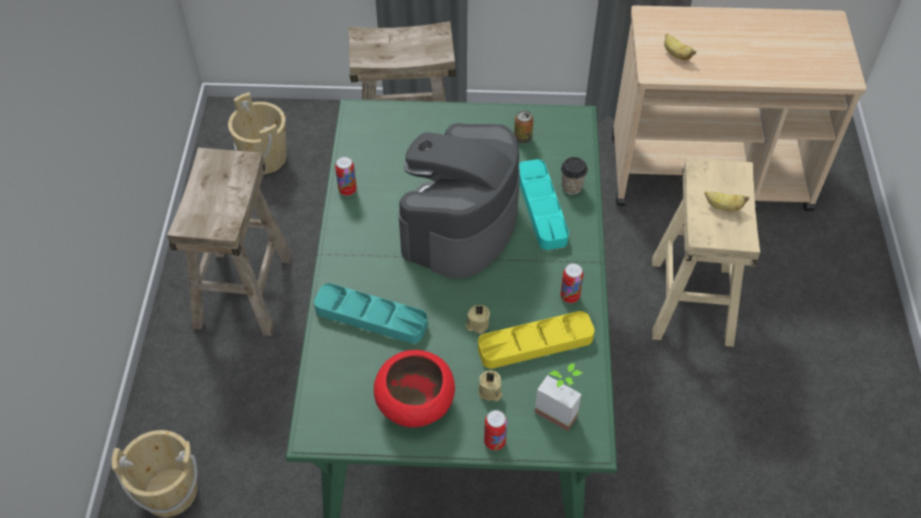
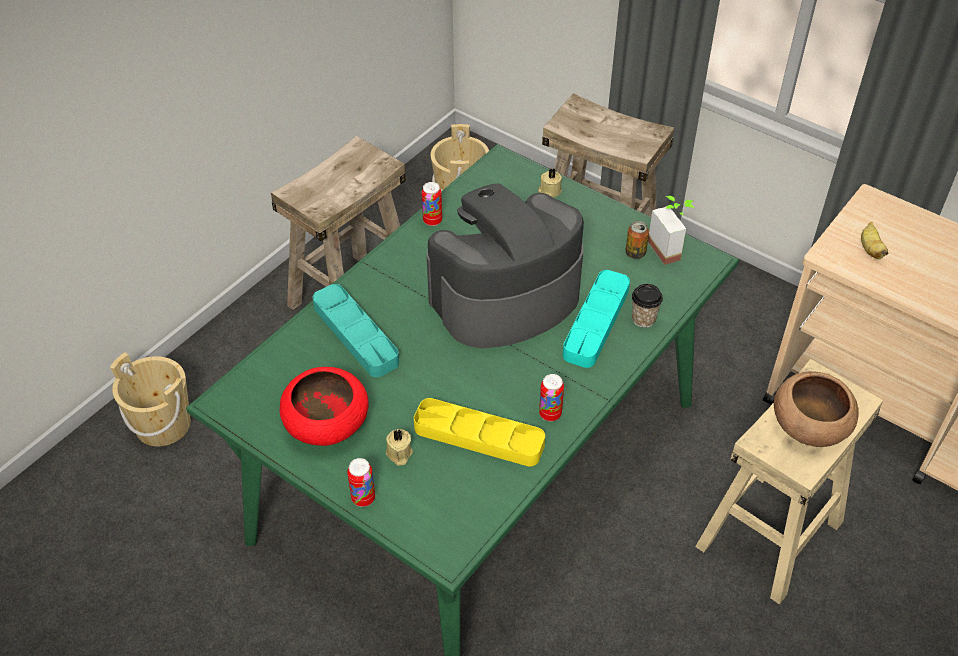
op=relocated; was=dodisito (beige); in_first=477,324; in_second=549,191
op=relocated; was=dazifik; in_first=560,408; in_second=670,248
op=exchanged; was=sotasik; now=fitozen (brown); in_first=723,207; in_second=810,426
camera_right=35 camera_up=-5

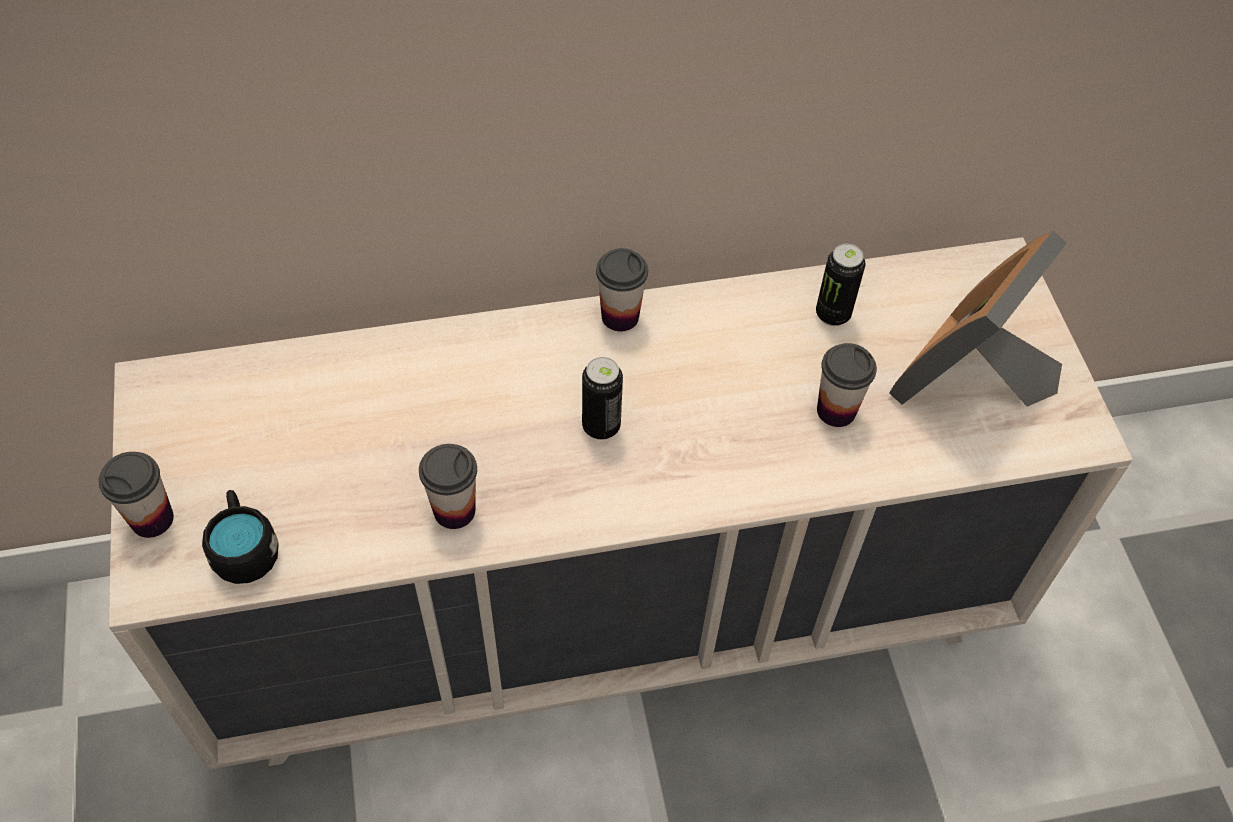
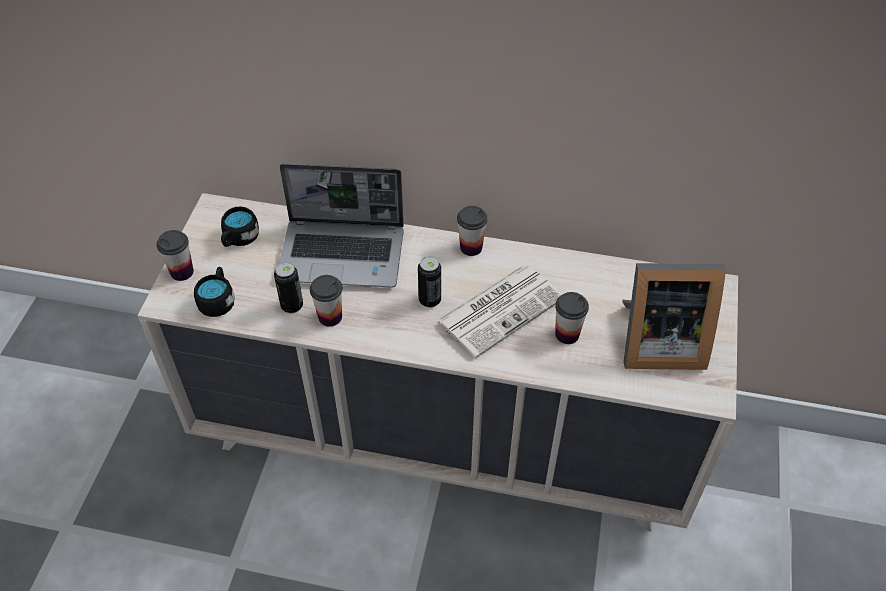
op=relocated; was=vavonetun; in_first=833,314; in_second=292,306
op=spun; was=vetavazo; in_first=969,380; in_second=657,343; clockwise=-150
op=appeared; now=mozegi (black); in_second=239,239
op=appeared; now=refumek; in_second=343,254
op=appeared; now=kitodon; in_second=501,309
camera_right=25 camera_up=-5

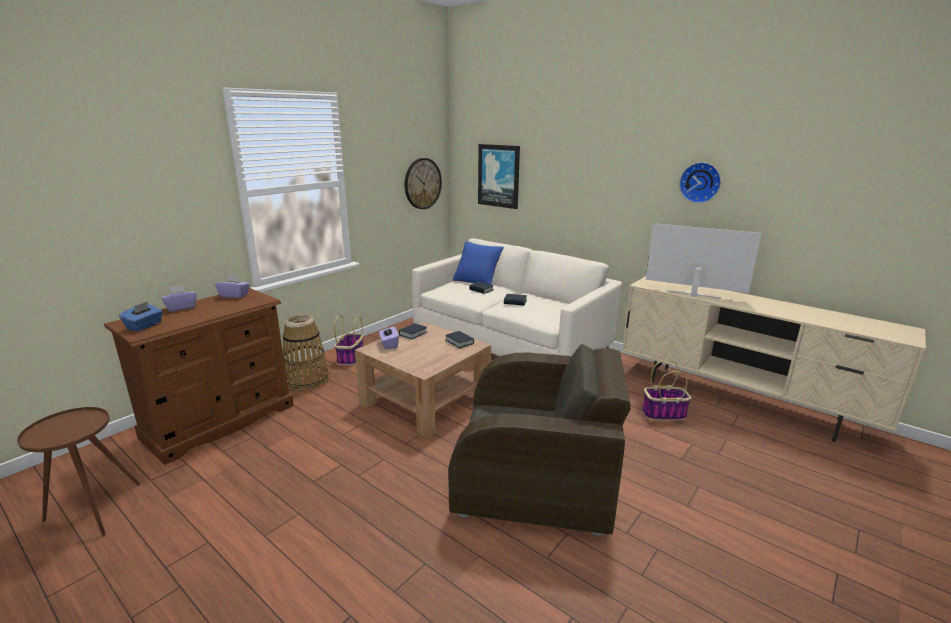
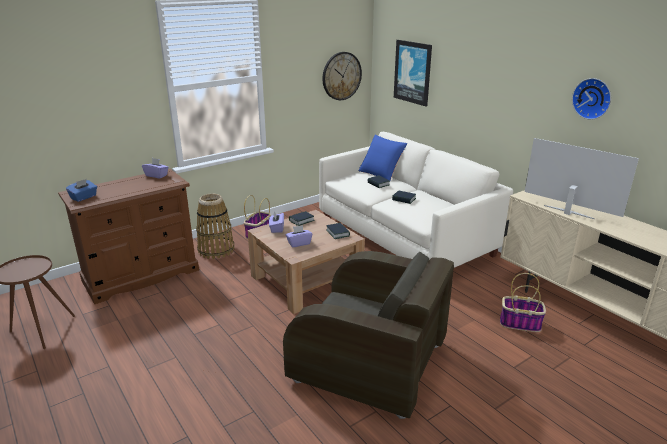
op=relocated; was=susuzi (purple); in_first=181,307; in_second=299,243
camera_right=15 camera_up=5

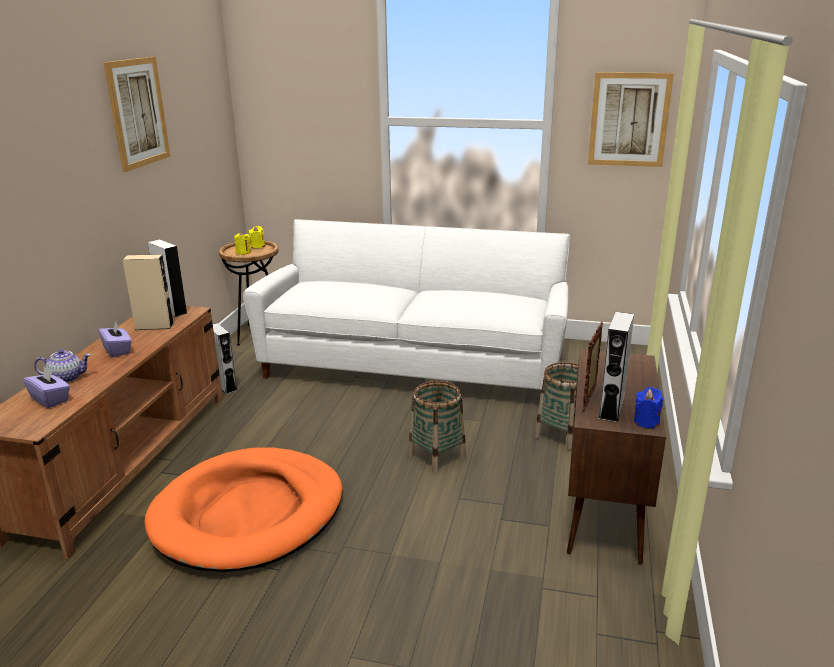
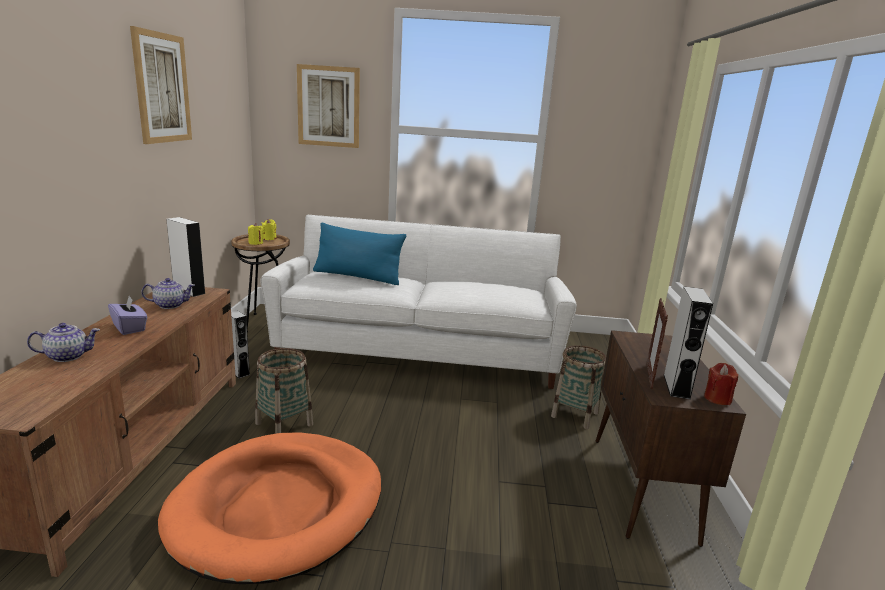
op=missing; was=susuzi (purple); in_first=50,399
op=exchanged; was=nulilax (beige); now=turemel; in_first=154,326; in_second=170,305
op=relocated; was=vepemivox; in_first=437,456; in_second=284,424
op=relocated; was=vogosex; in_first=629,120; in_second=328,106
op=colour; was=dodisito (blue); now=dodisito (red); in_first=646,422; in_second=717,399
op=appeared; now=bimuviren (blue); in_second=357,276
camera_right=-10 camera_up=-5

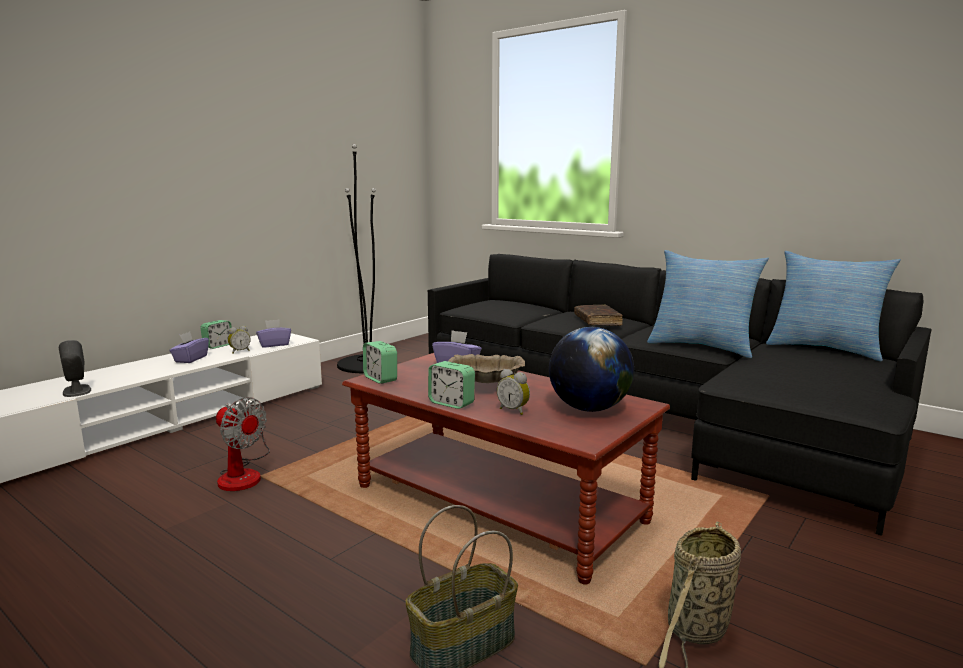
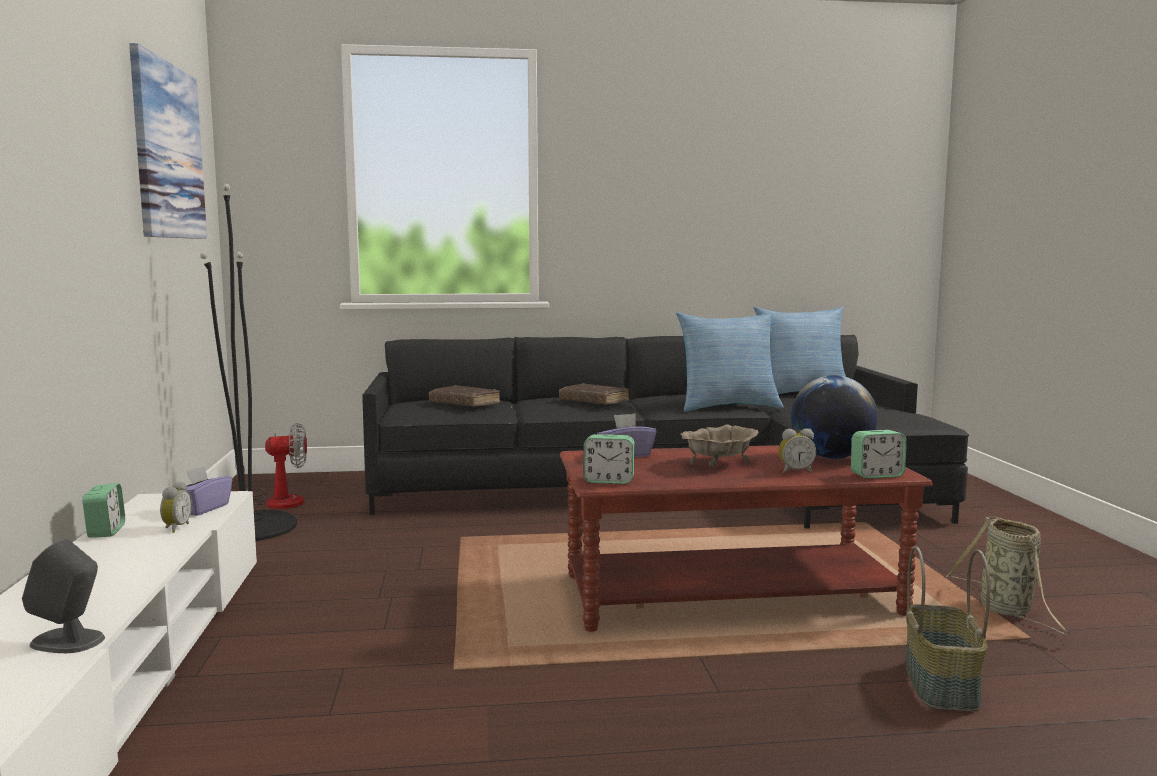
op=missing; was=susuzi (purple); in_first=190,359
op=relocated; was=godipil; in_first=243,474; in_second=277,501
op=relocated; was=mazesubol; in_first=451,403; in_second=877,475
op=appeared; now=vogosex; in_second=168,151
op=appeared; now=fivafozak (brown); in_second=464,404
camera_right=-45 camera_up=-5

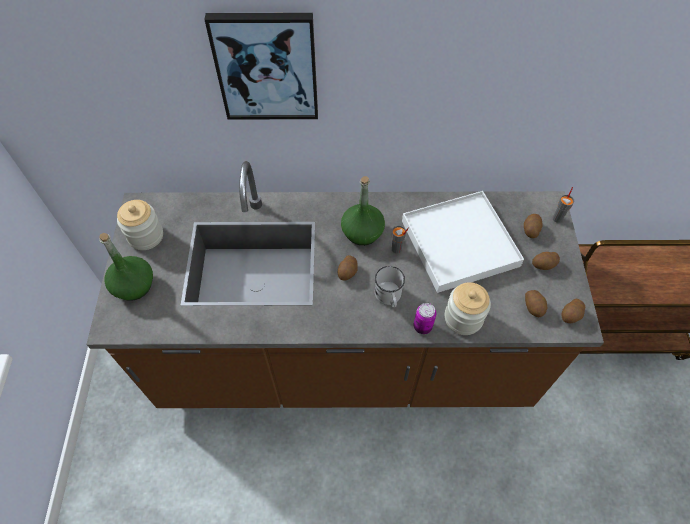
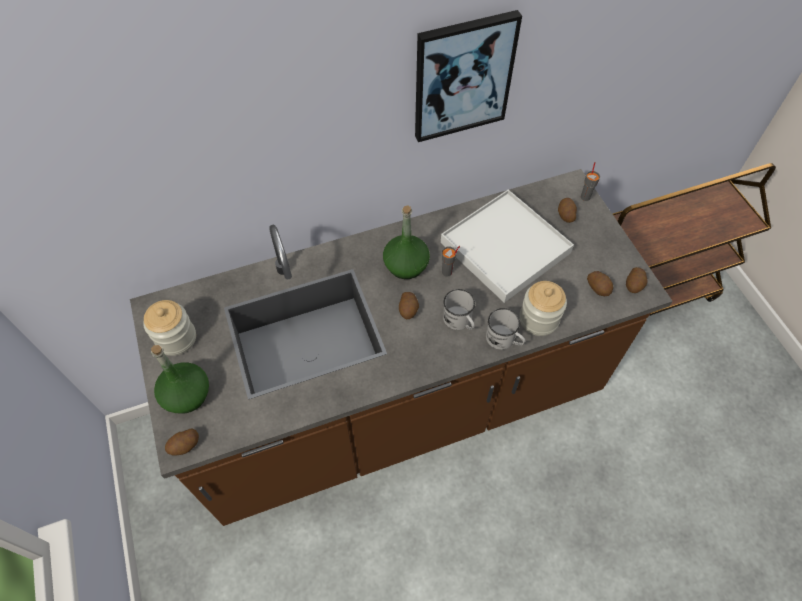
op=relocated; was=vogosex; in_first=266,67; in_second=462,77
op=exchanged; was=vavonetun; now=mozegi (white); in_first=422,326; in_second=504,340
op=relocated; was=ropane; in_first=544,265; in_second=185,446
camera_right=-20 camera_up=0

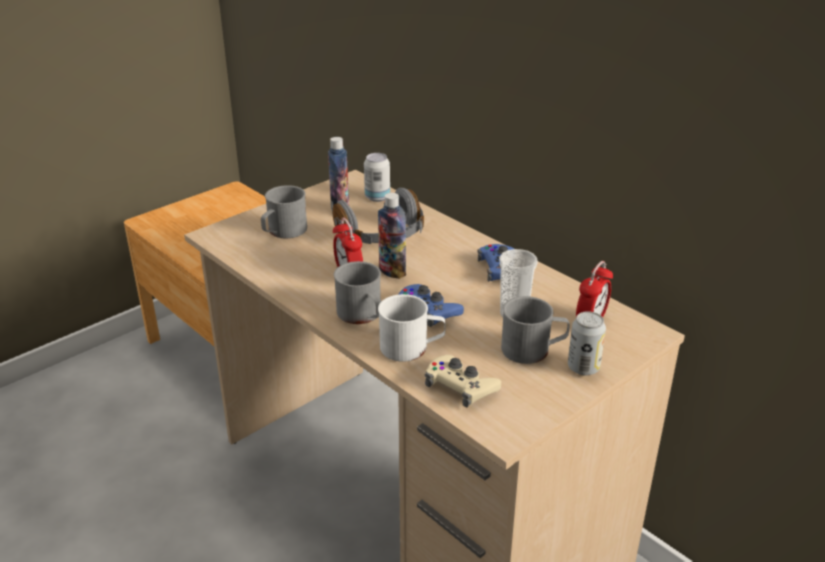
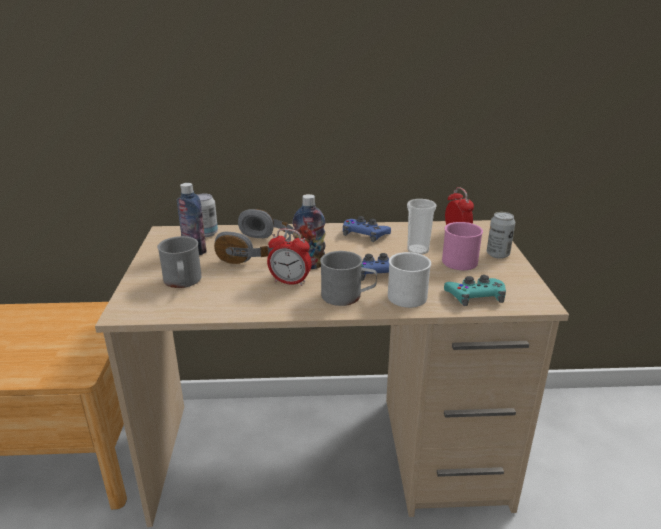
op=colour; was=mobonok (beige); now=mobonok (turquoise); in_first=460,386; in_second=475,296
op=colour; was=mozegi (grey); now=mozegi (pink); in_first=533,349; in_second=462,260
camera_right=-50 camera_up=-5

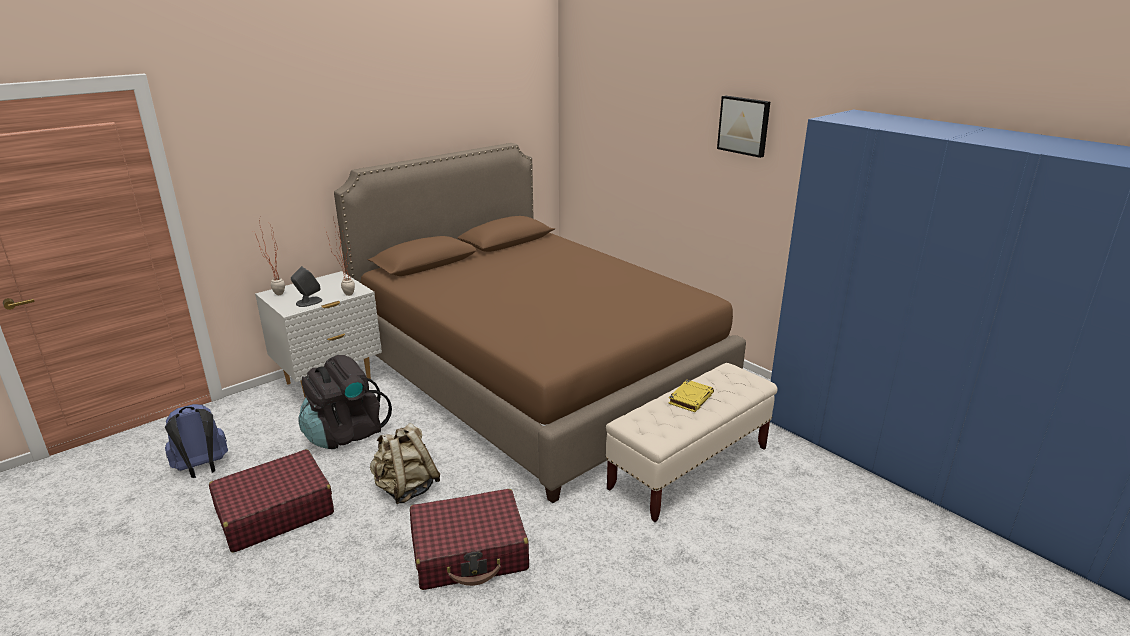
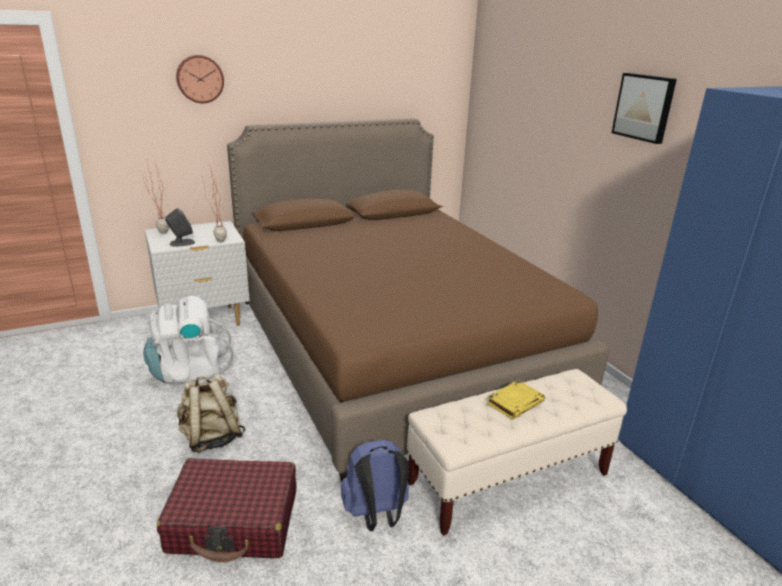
op=relocated; was=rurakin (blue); in_first=202,469; in_second=376,516
op=missing; was=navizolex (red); in_first=274,512
op=colour; was=rurakin (black); now=rurakin (white); in_first=345,433; in_second=190,371
op=appeared; now=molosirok; in_second=200,79
camera_right=15 camera_up=0

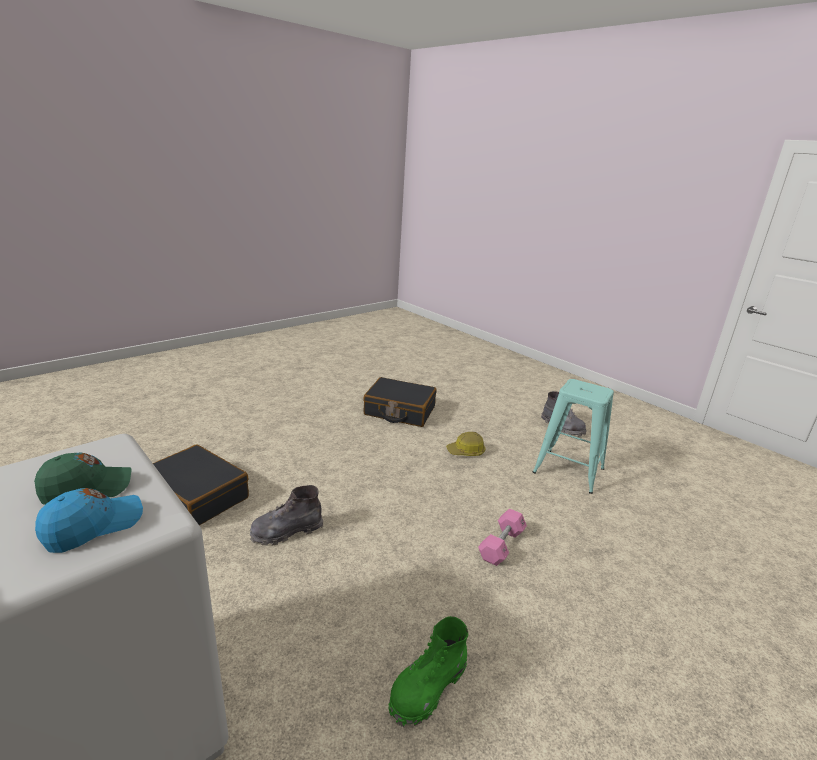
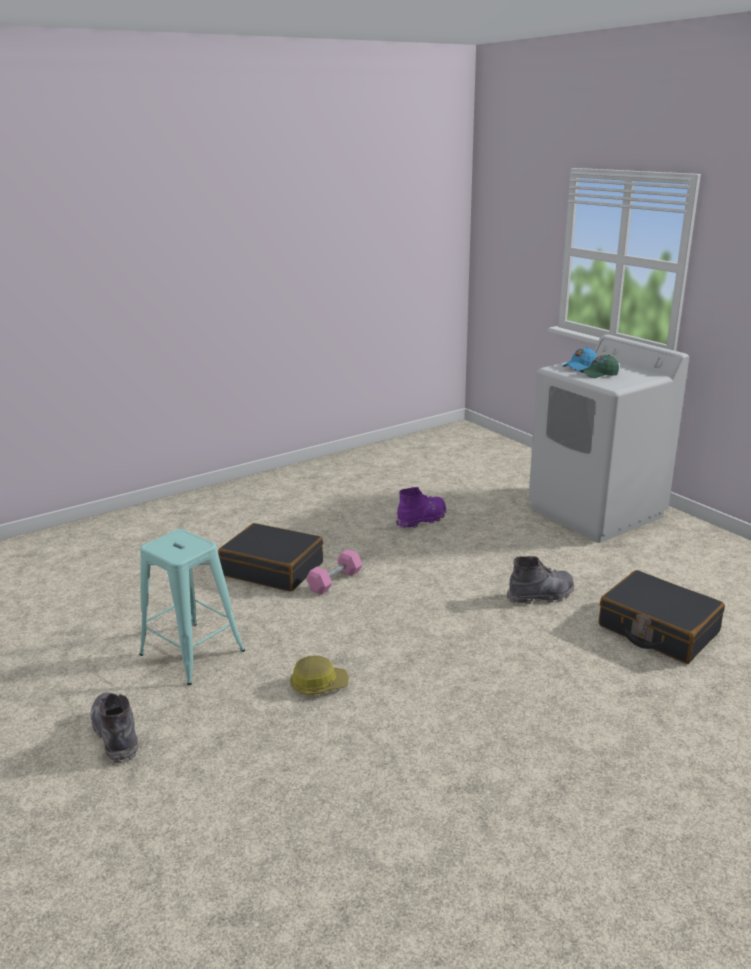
op=relocated; was=navizolex (black); in_first=399,411; in_second=273,569
op=colour; was=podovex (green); now=podovex (purple); in_first=427,688; in_second=422,520
camera_right=-170 camera_up=0

